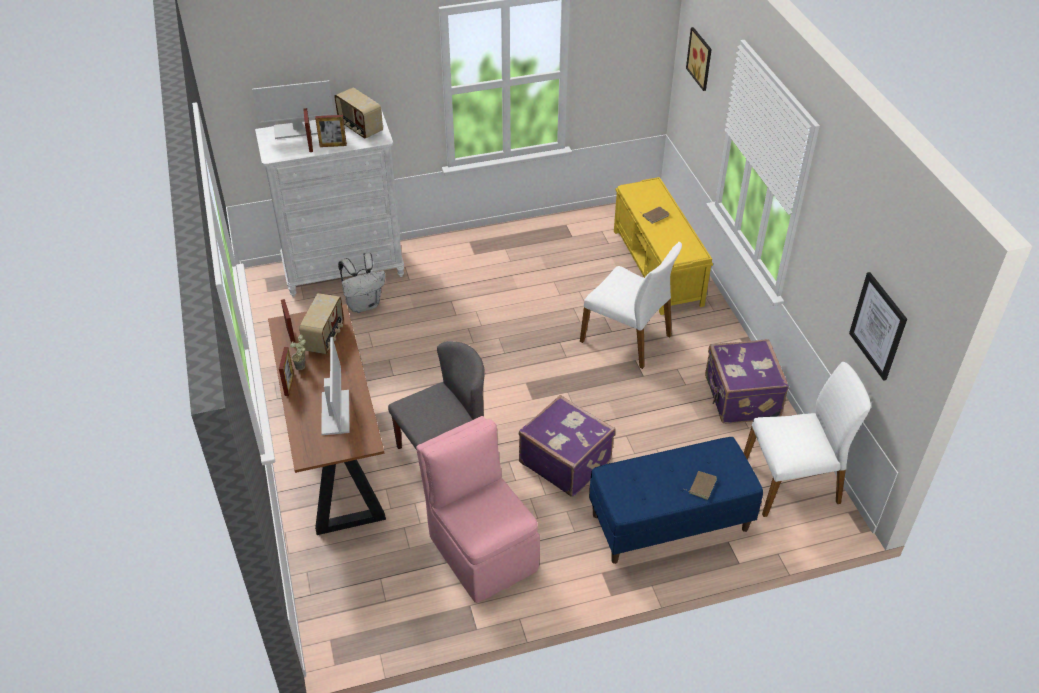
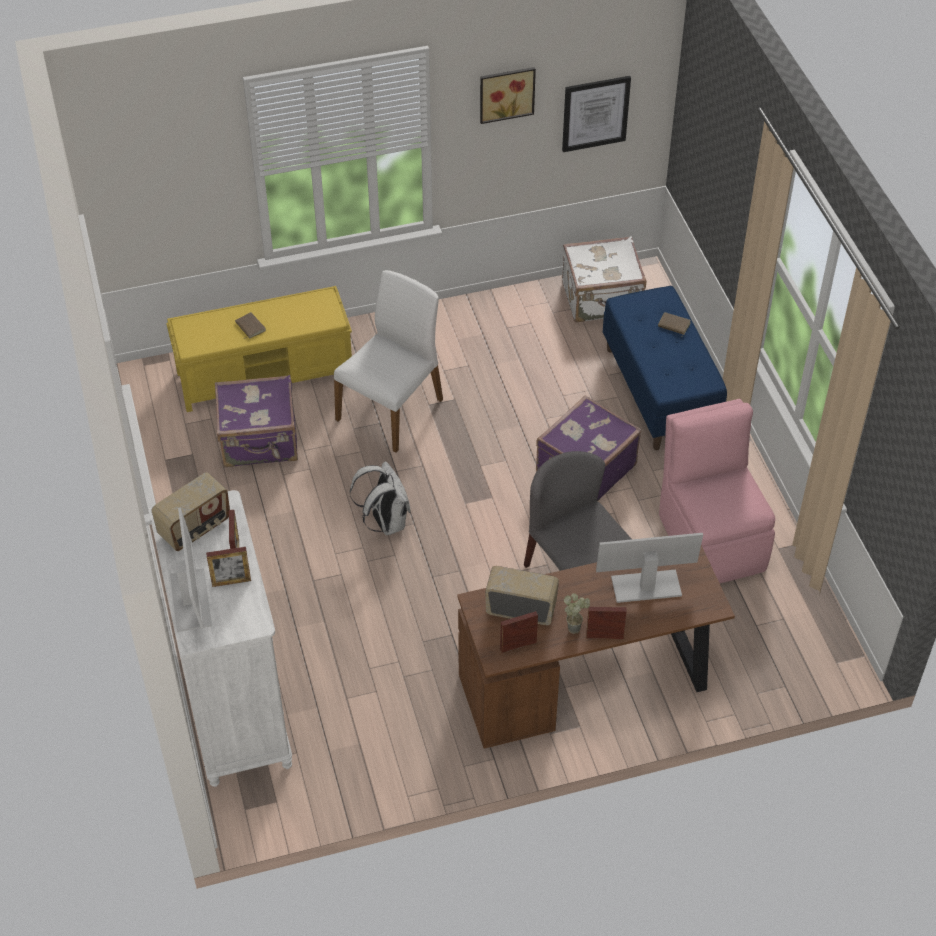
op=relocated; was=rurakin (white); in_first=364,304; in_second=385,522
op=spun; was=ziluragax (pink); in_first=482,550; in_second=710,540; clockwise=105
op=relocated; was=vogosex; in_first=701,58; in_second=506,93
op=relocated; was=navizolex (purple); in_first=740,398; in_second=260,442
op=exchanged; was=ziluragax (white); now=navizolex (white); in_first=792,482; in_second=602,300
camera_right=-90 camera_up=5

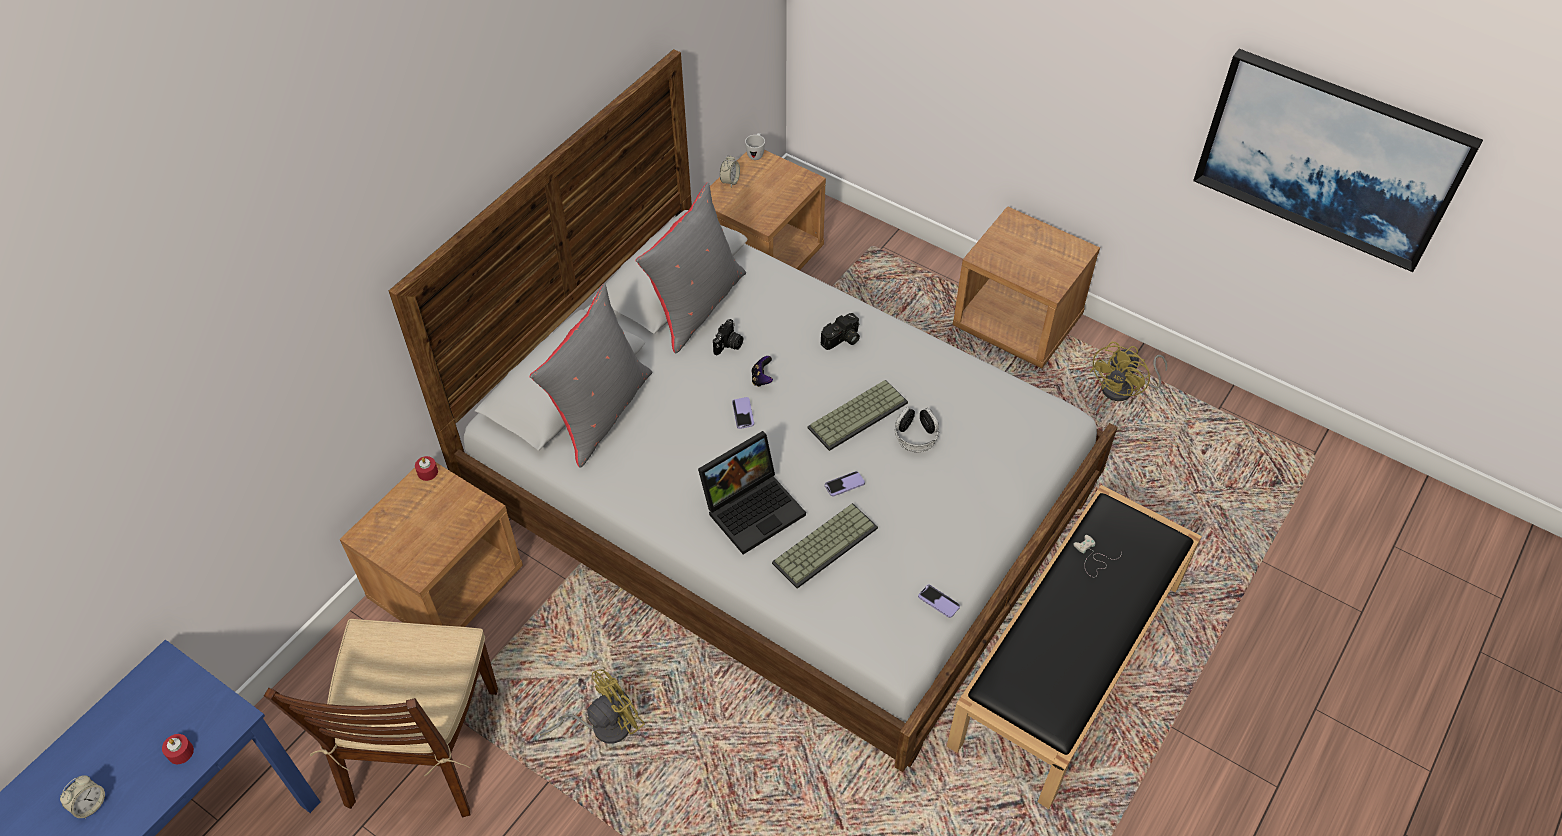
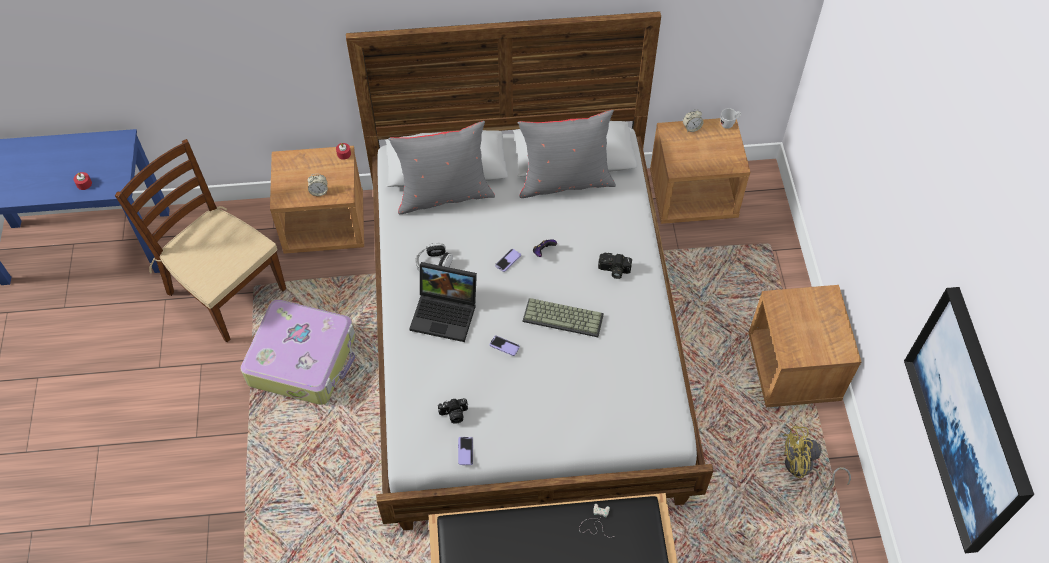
op=relocated; was=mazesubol; in_first=90,804; in_second=319,192
op=spun; was=ziluragax (brown); in_first=423,748; in_second=225,290; clockwise=75
op=exchanged; was=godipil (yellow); now=navizolex; in_first=603,725; in_second=303,359
op=relocated; was=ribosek; in_first=728,345; in_second=454,415
op=missing; was=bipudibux; in_first=824,543
op=relocated; was=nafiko; in_first=916,435; in_second=434,264
camera_right=50 camera_up=5

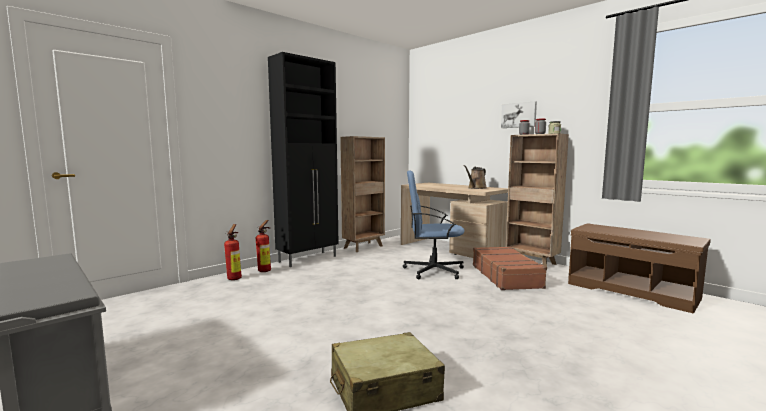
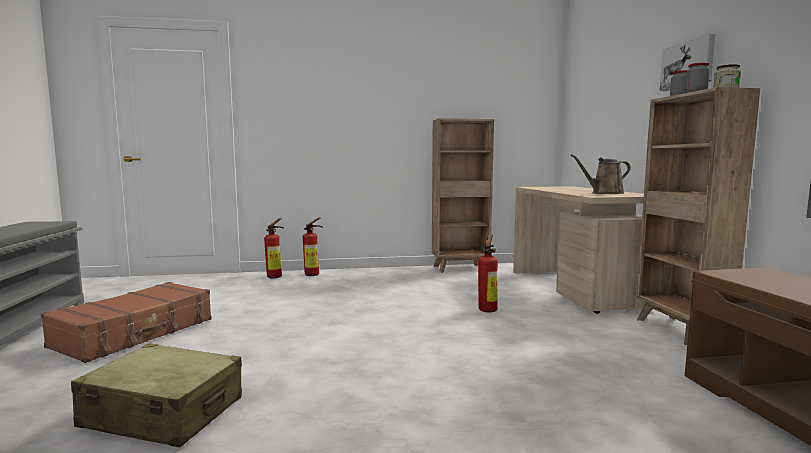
op=missing; was=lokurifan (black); in_first=309,259
op=exchanged; was=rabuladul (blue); now=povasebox; in_first=432,271; in_second=488,309
op=relocated; was=navizolex (brown); in_first=506,276; in_second=136,333
camera_right=35 camera_up=0

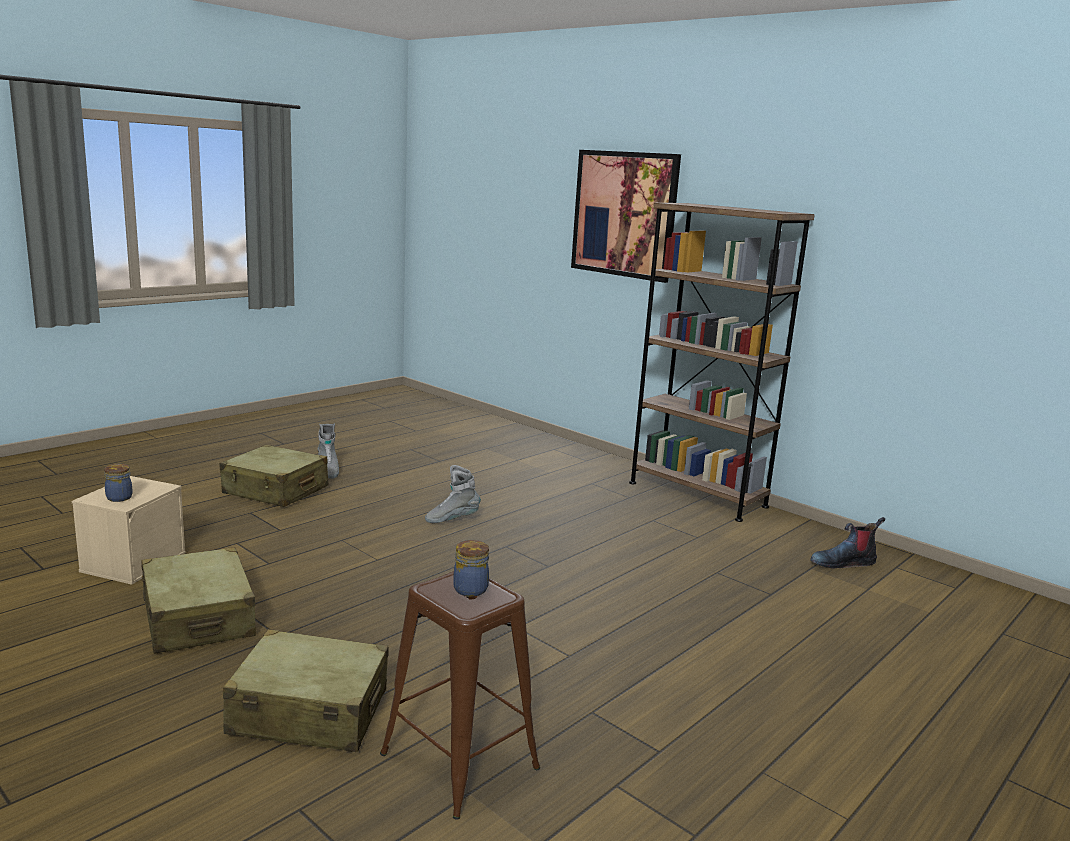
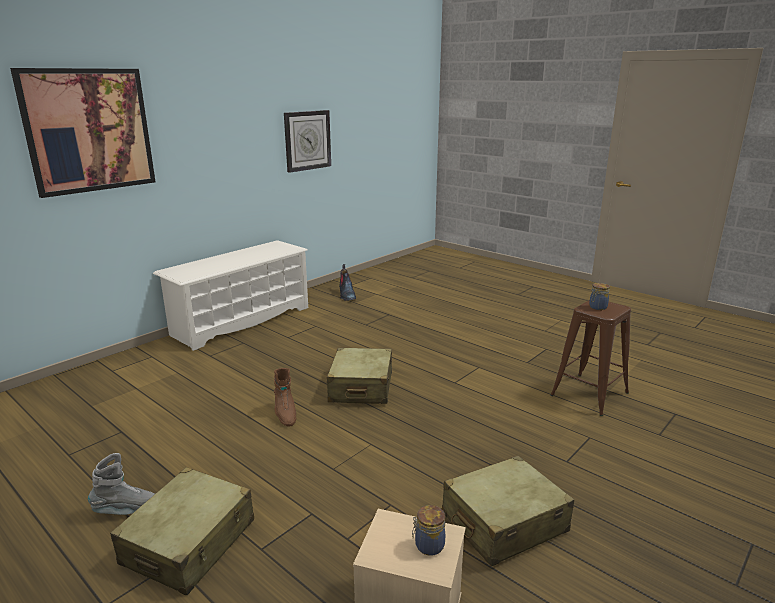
op=relocated; was=navizolex (beige); in_first=309,712; in_second=361,387
op=colour; was=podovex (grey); now=podovex (brown); in_first=452,519; in_second=285,414
op=exchanged; was=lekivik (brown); now=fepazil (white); in_first=697,494; in_second=241,321
op=appeared; now=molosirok; in_second=307,140
camera_right=-90 camera_up=5

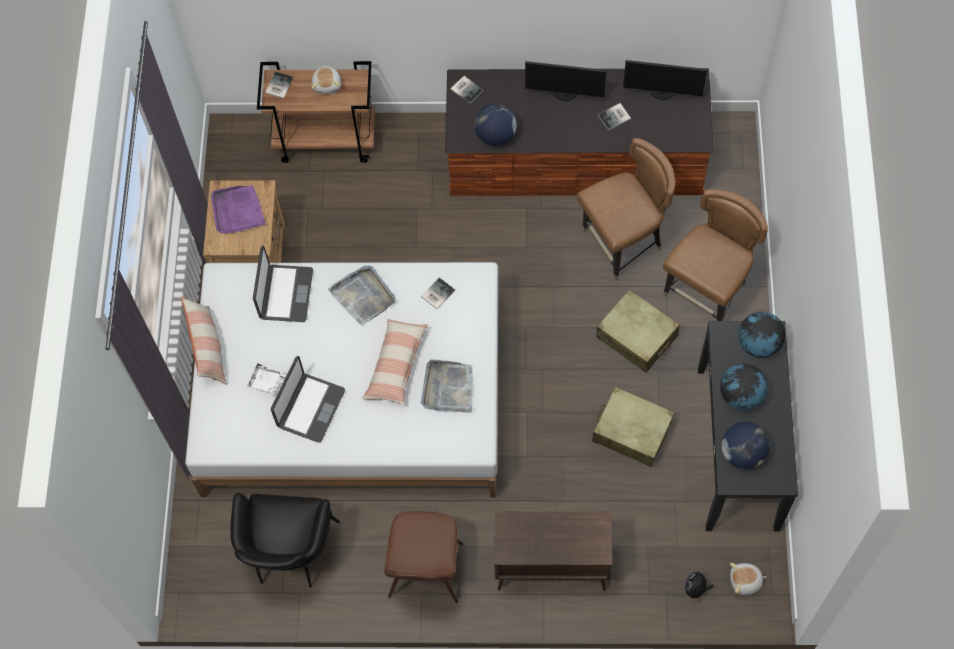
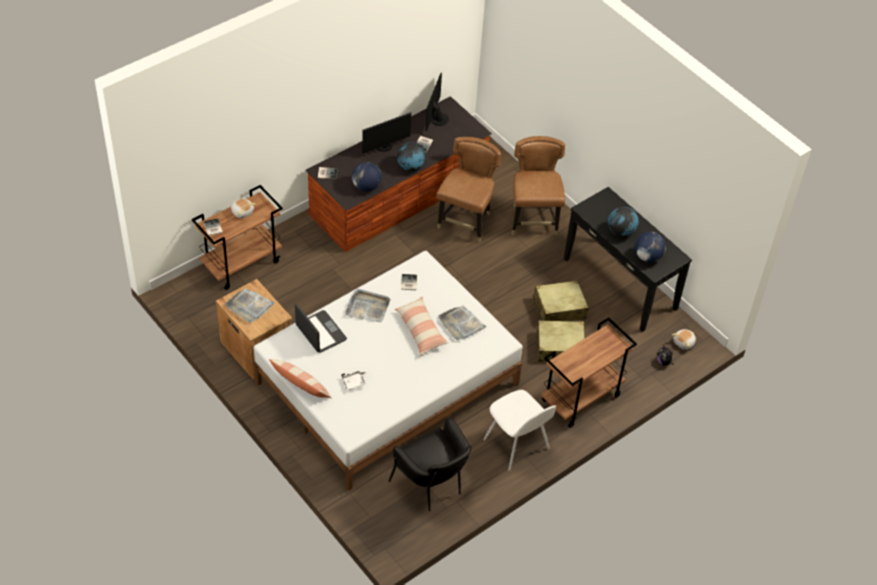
op=colour; was=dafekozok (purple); now=dafekozok (grey); in_first=237,211; in_second=249,306
op=missing; was=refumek; in_first=310,408
op=colour; was=ziluragax (brown); now=ziluragax (white); in_first=425,573; in_second=517,445
op=exchanged; was=lokurifan (brown); now=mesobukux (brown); in_first=550,567; in_second=581,399
op=relocated; was=navizolex (beige); in_first=637,337; in_second=560,347
op=spun; was=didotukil; in_first=662,91; in_second=437,119; clockwise=135
op=relocated; was=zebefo; in_first=758,344; in_second=410,167
camera_right=-45 camera_up=-15

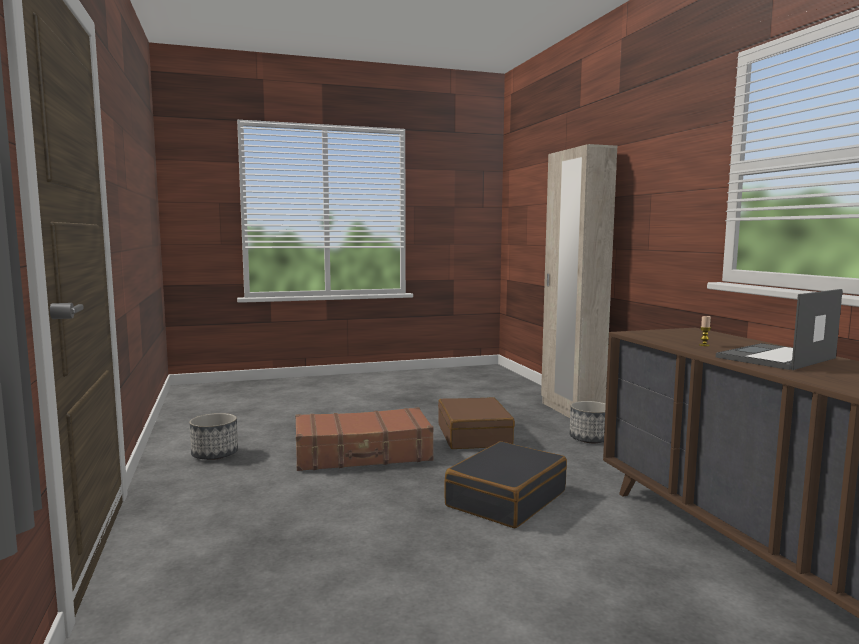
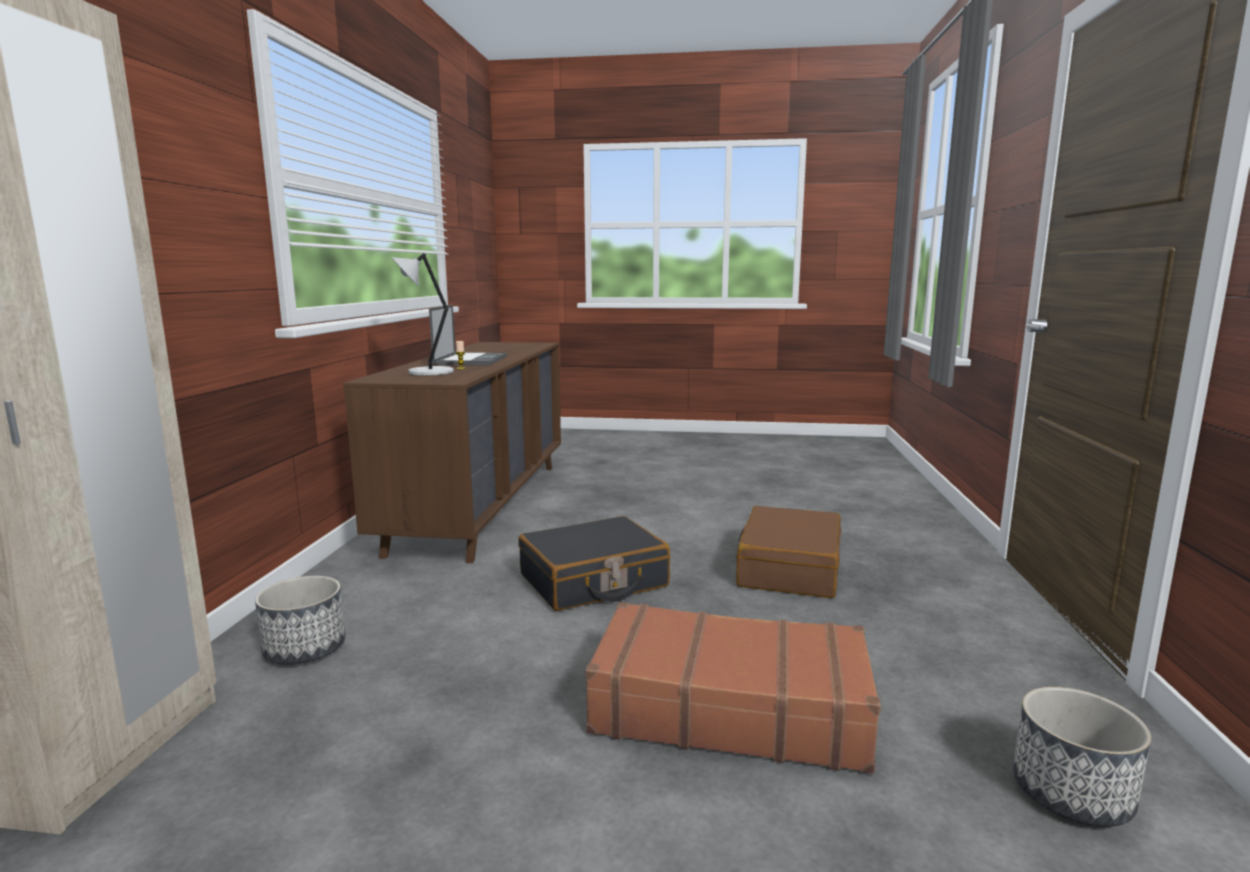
op=relocated; was=navizolex (brown); in_first=474,436; in_second=788,568
op=spun; was=refumek; in_first=775,358; in_second=470,360; clockwise=-75
op=appeared; now=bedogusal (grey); in_second=428,372
camera_right=-155 camera_up=5

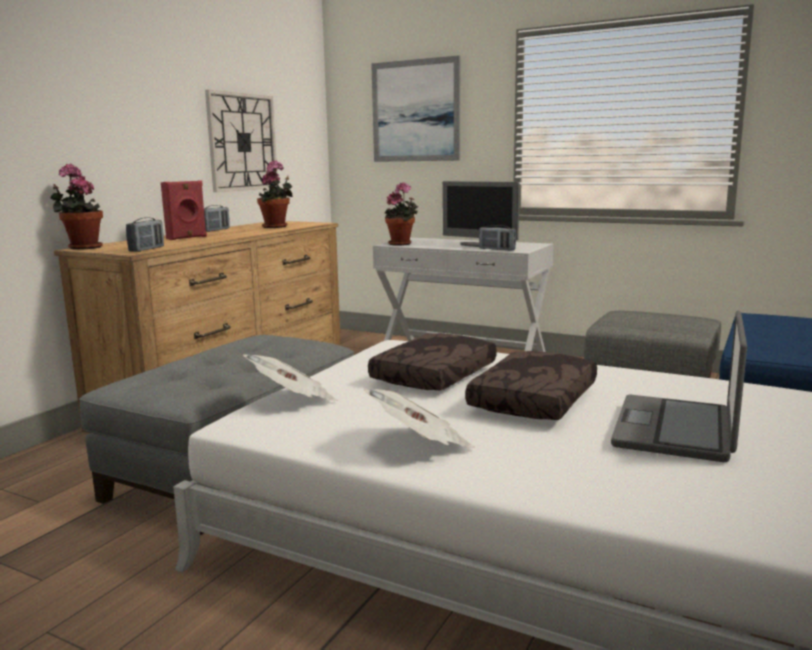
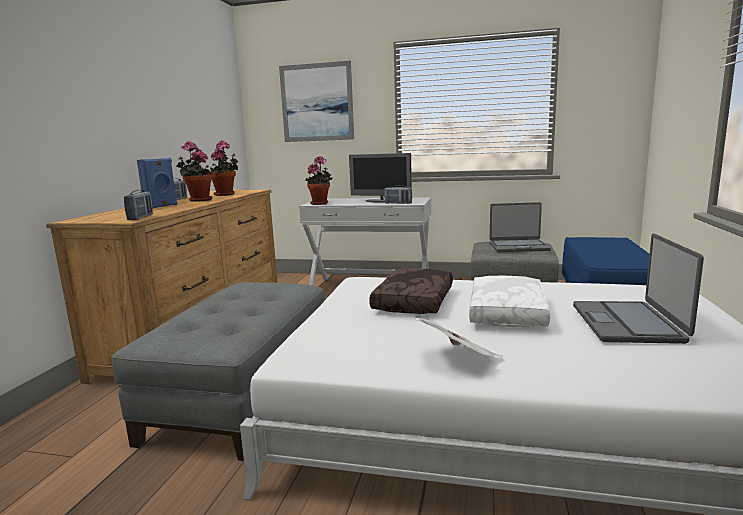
op=relocated; was=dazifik; in_first=82,248; in_second=198,200
op=colour; was=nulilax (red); now=nulilax (blue); in_first=187,238; in_second=161,206
op=missing; was=molosirok; in_first=242,142
op=missing; was=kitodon; in_first=293,400
op=colour; was=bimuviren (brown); now=bimuviren (white); in_first=535,401; in_second=509,313
op=appeared; now=refumek; in_second=518,247
camera_right=-15 camera_up=0

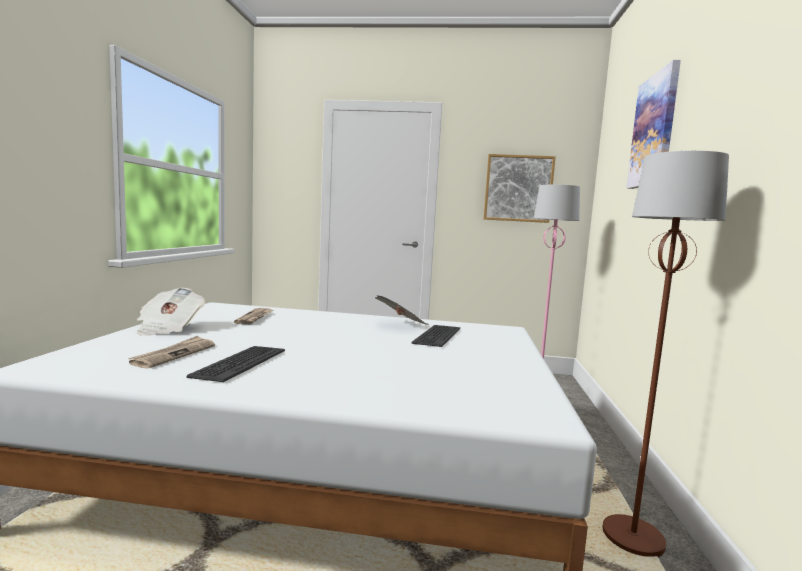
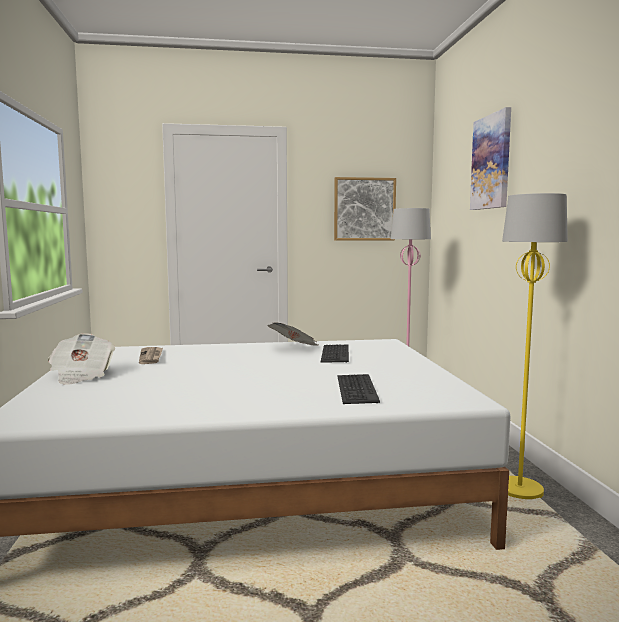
op=missing; was=kitodon; in_first=174,354
op=relocated; was=bipudibux; in_first=239,363; in_second=356,389
op=colour; was=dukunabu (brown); now=dukunabu (yellow); in_first=633,538; in_second=520,490
camera_right=-15 camera_up=0

